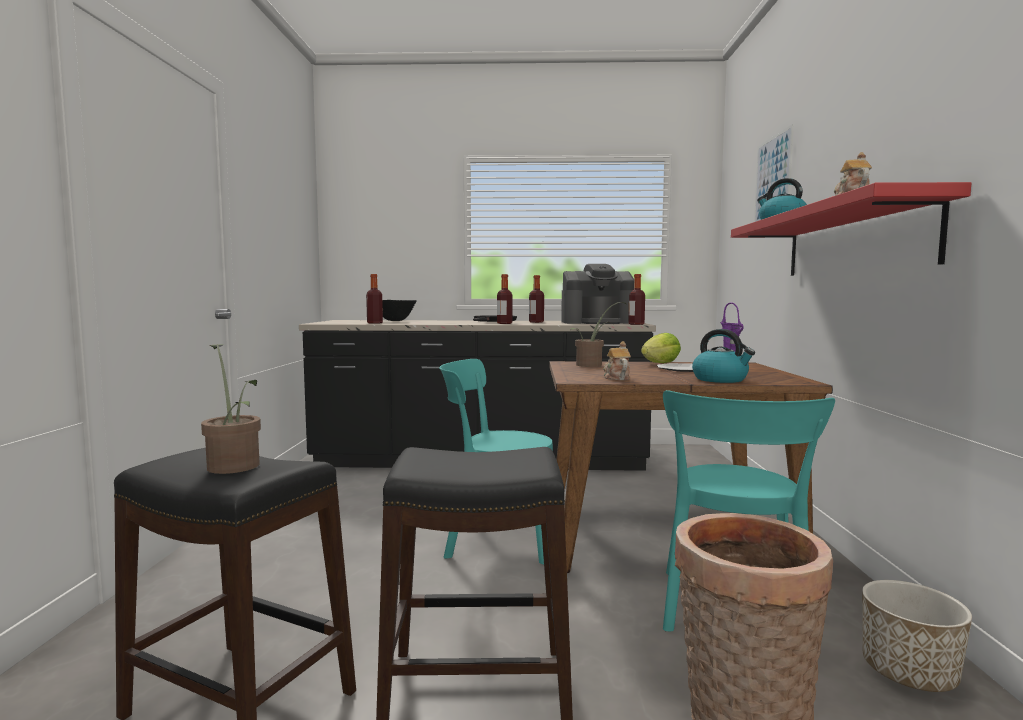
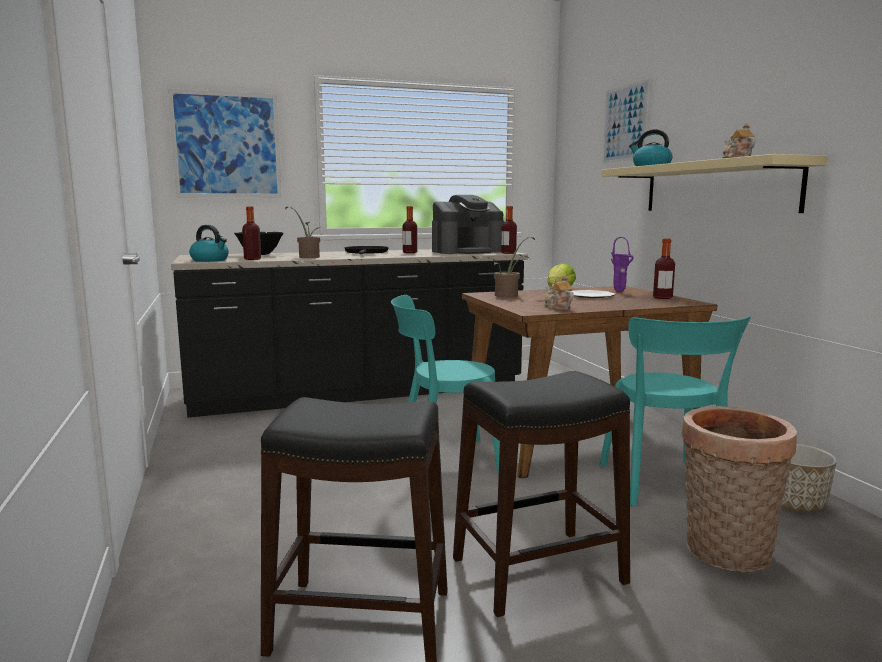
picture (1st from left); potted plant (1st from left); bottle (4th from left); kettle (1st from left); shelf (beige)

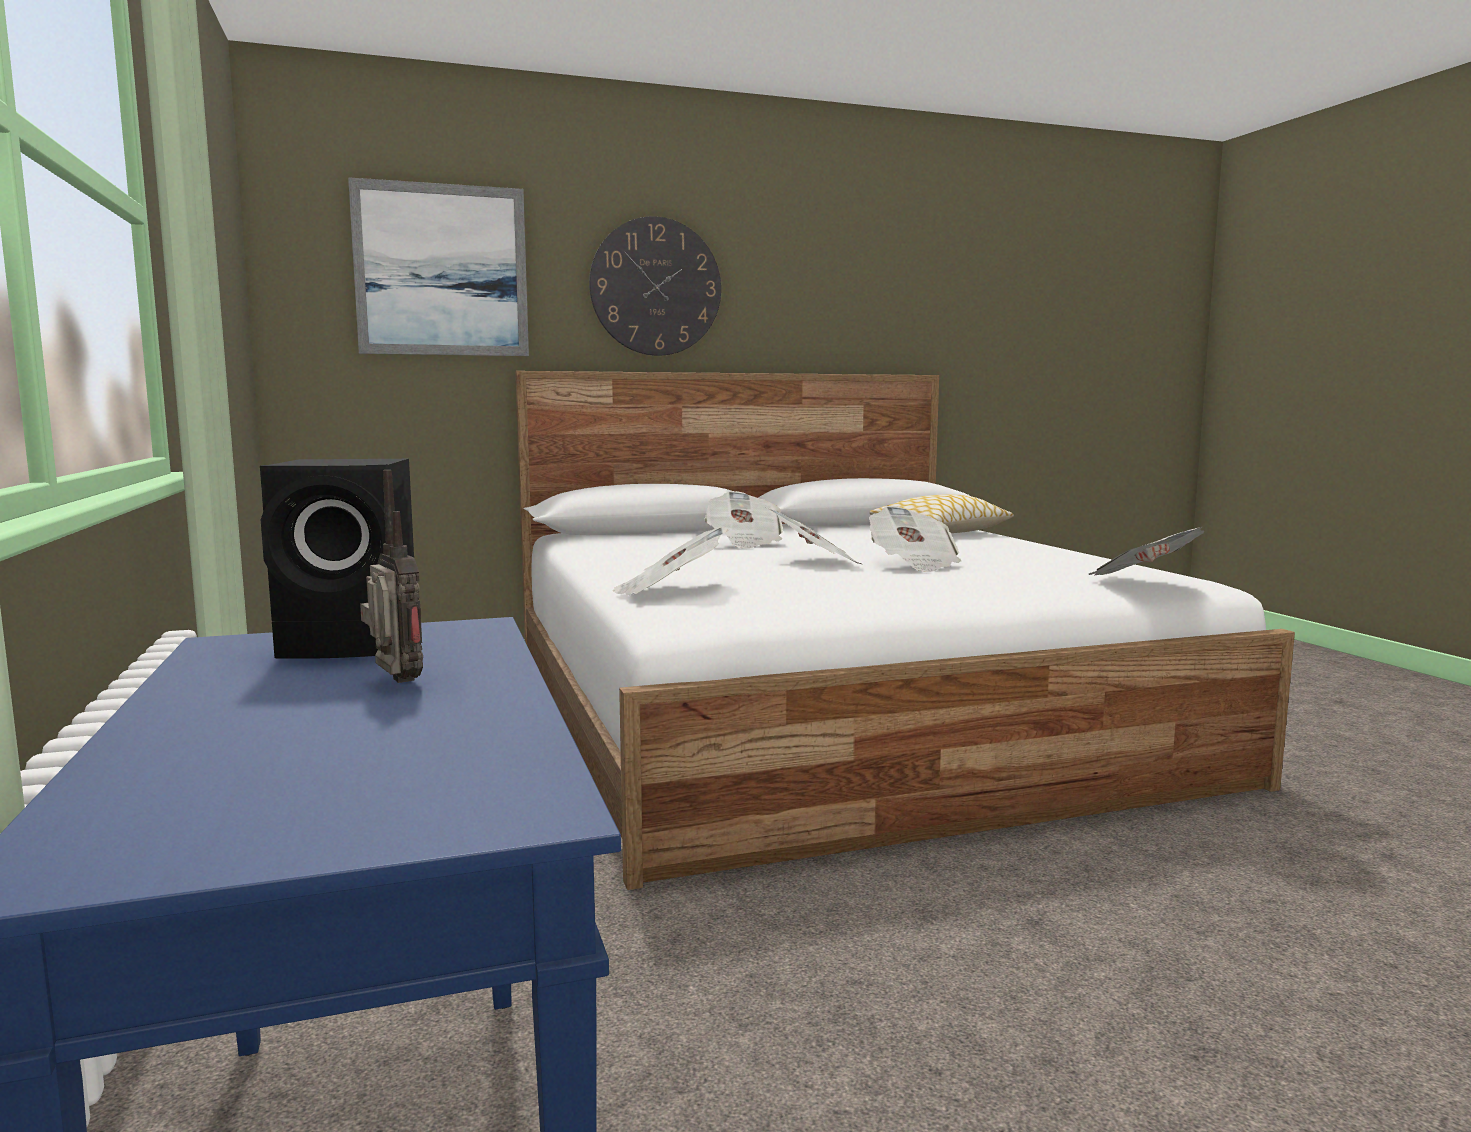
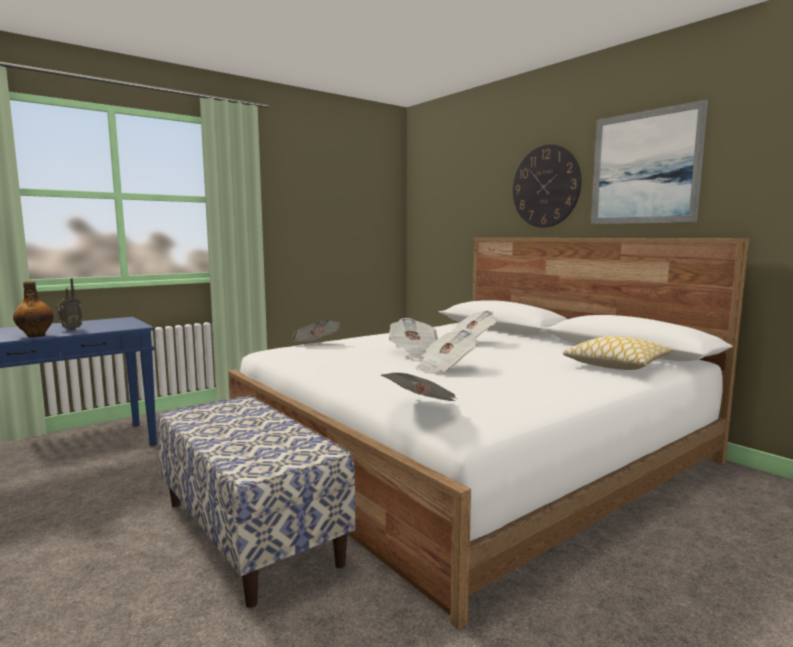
speaker (black); bottle; bench; picture

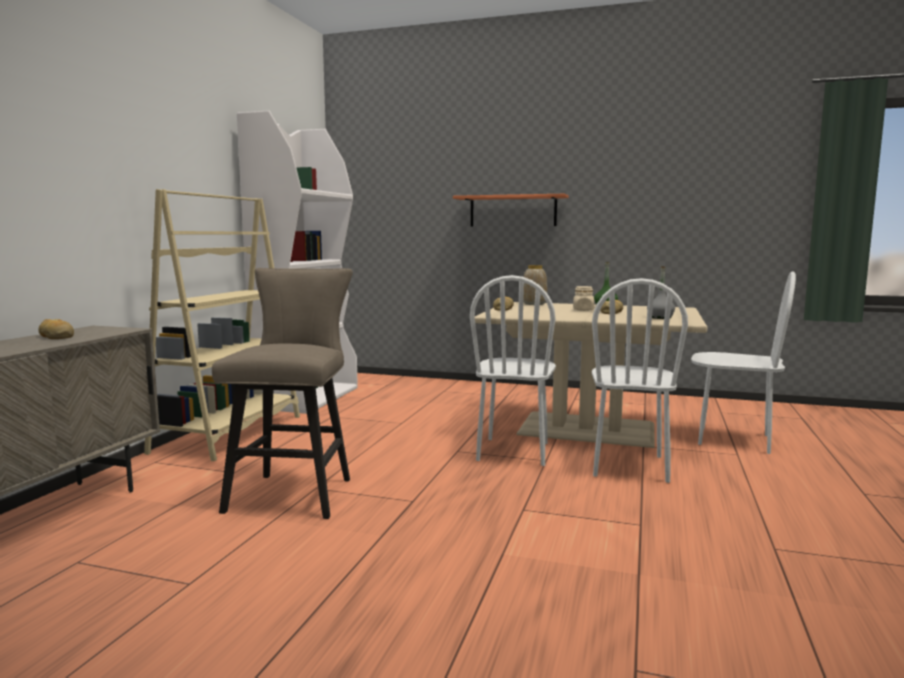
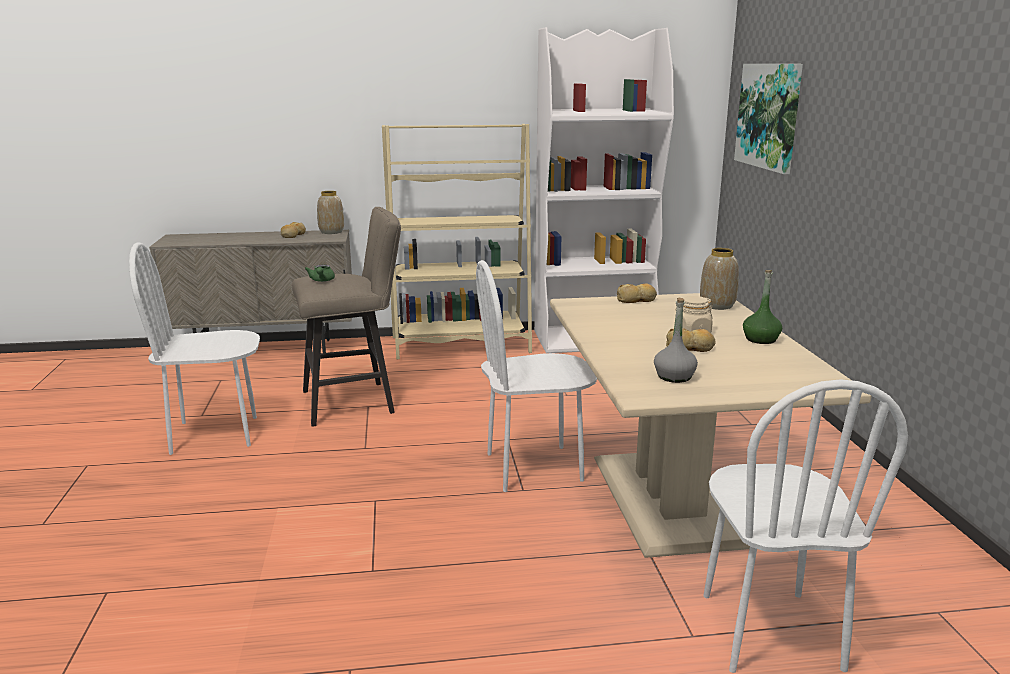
shelf; teapot (green); vase (1st from left); picture; chair (white) (1st from left)

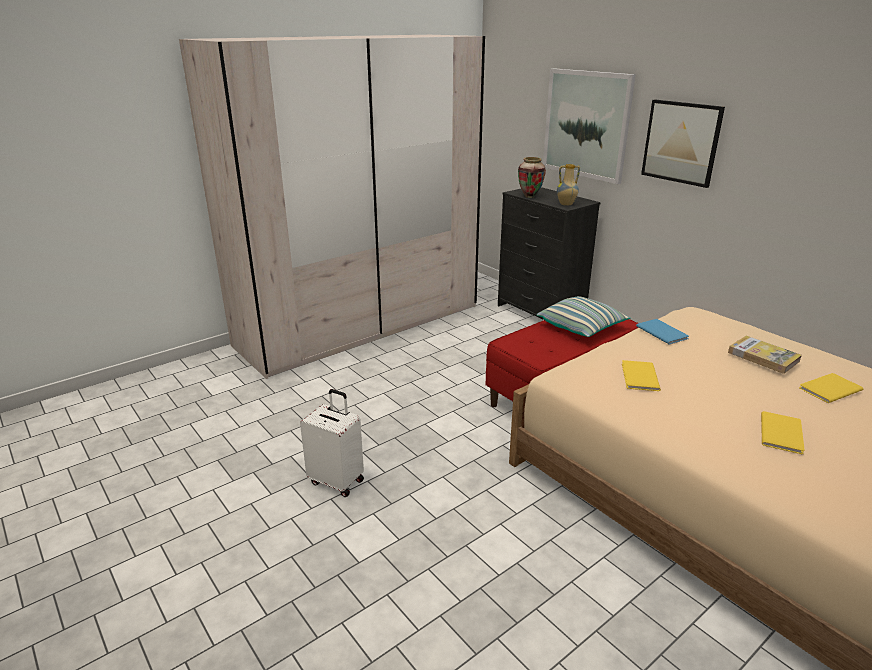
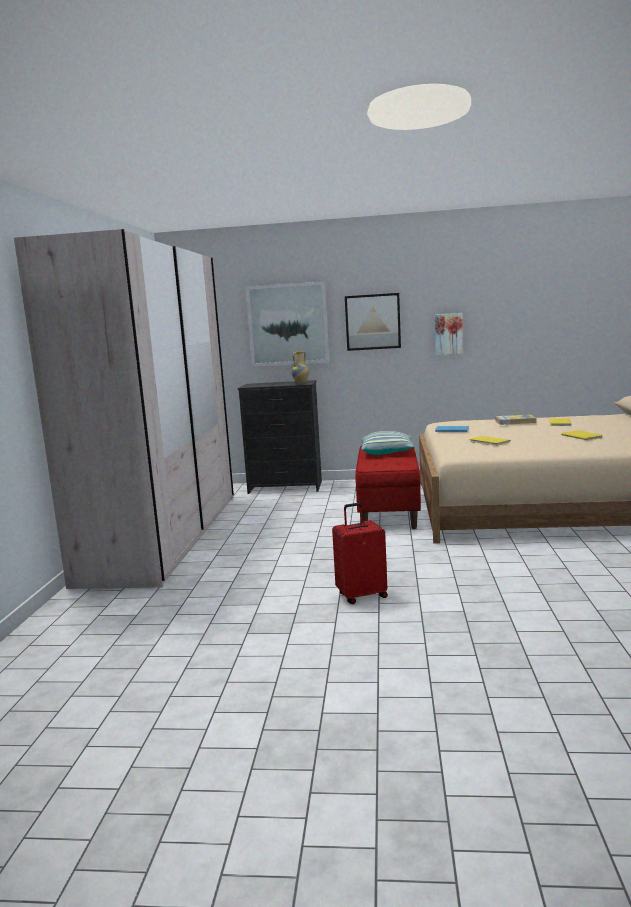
vase (1st from left in the first image); picture (3rd from left); suitcase (red)

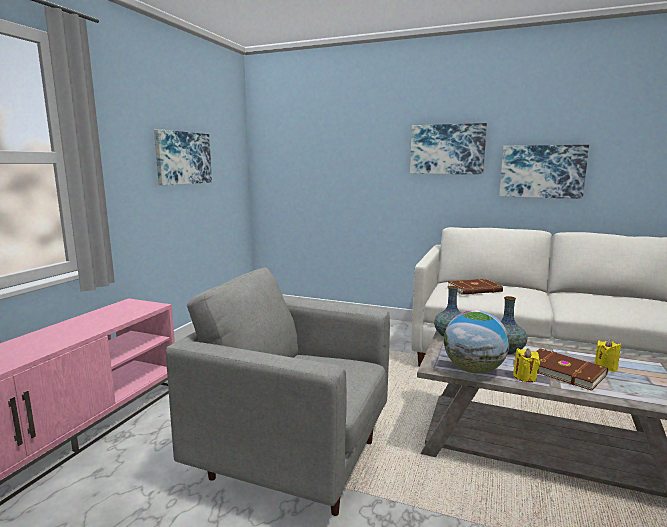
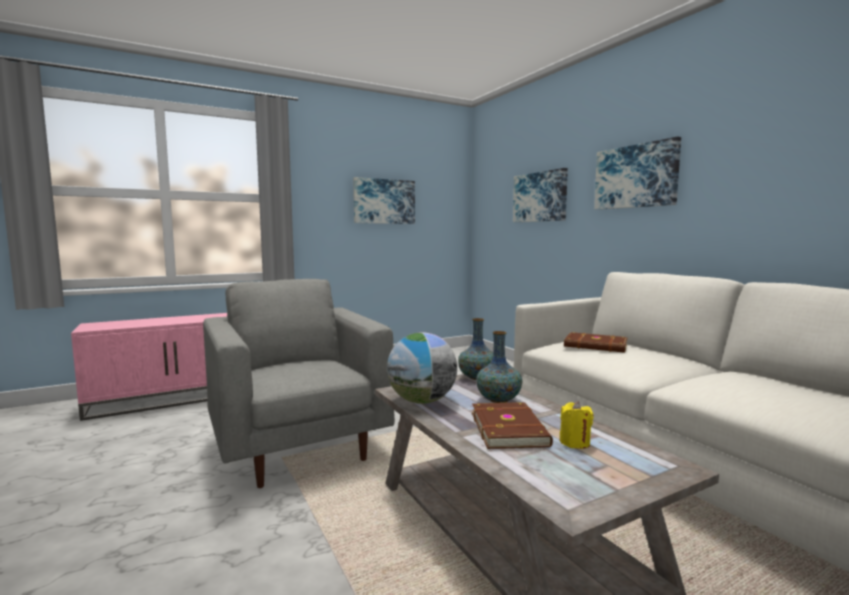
candle (yellow) (1st from left in the first image); picture (2nd from left)

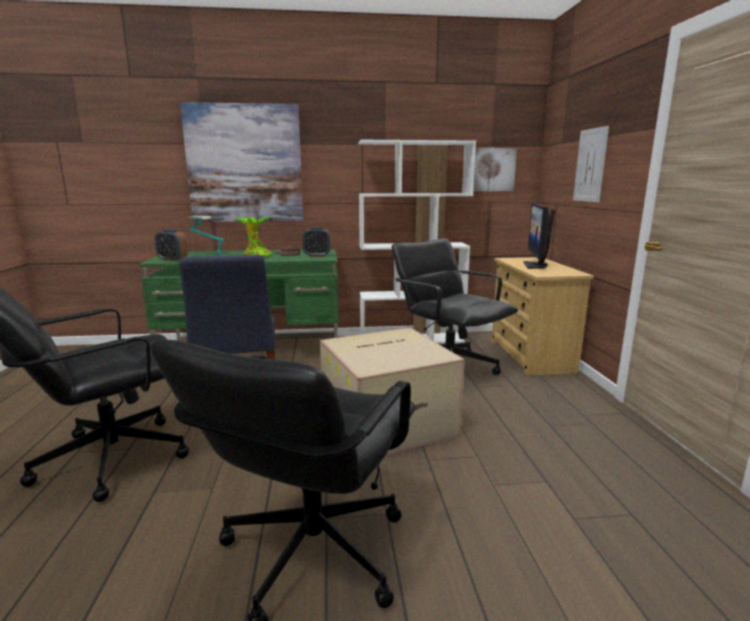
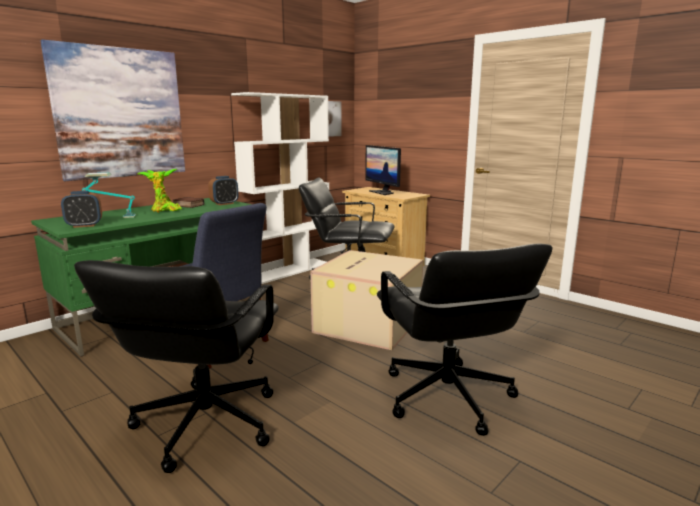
picture (3rd from left in the first image)

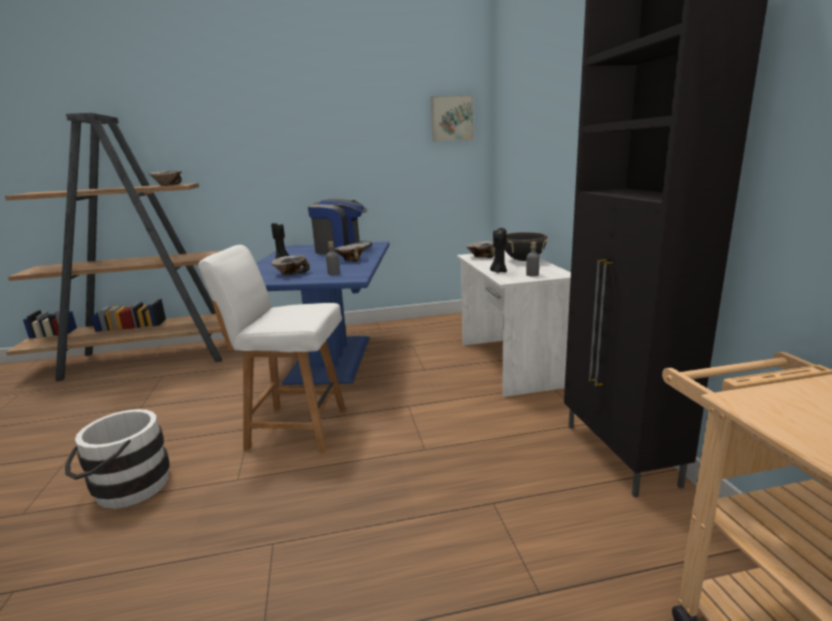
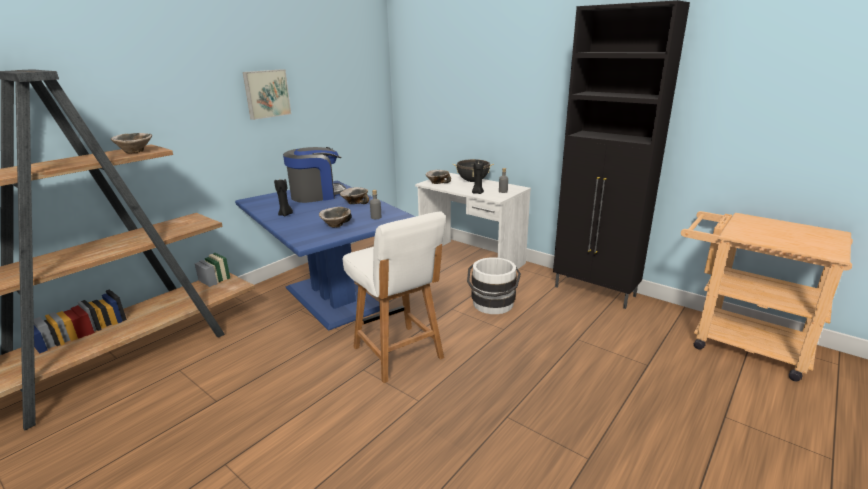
bucket (white); picture; chair (white)

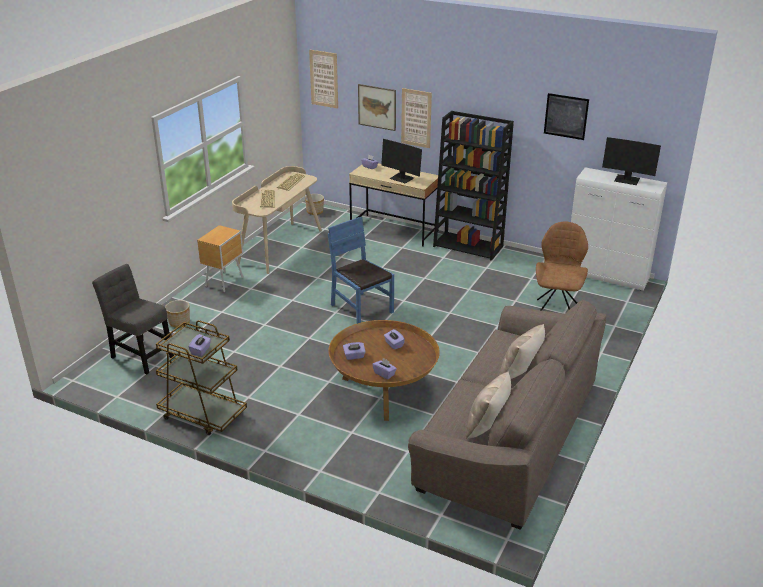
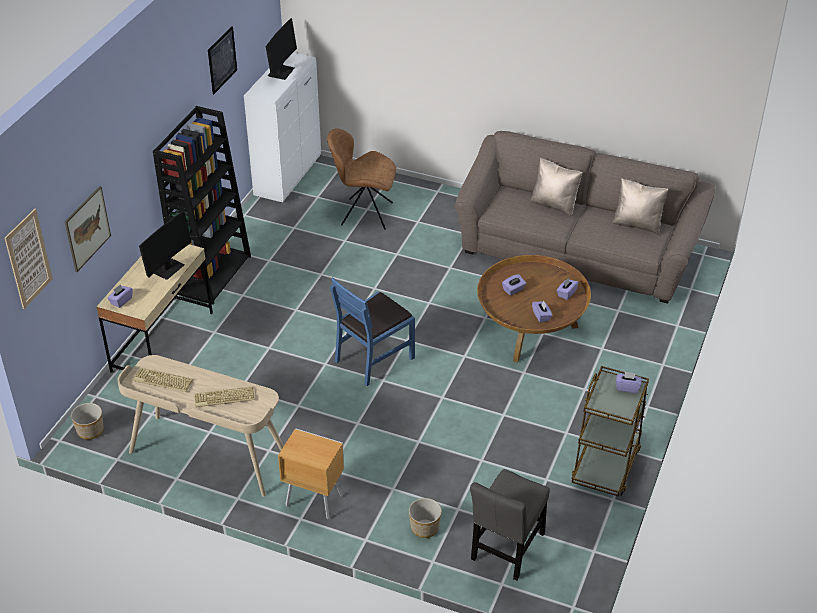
picture (3rd from left in the first image)

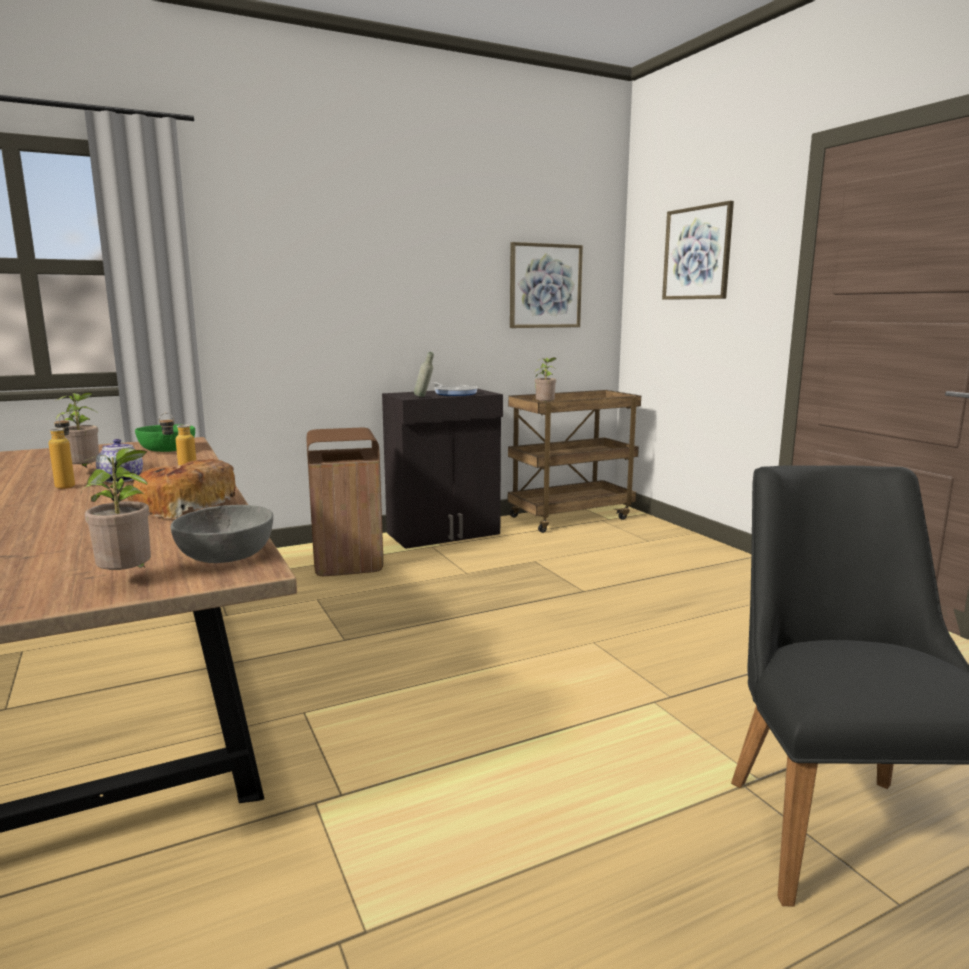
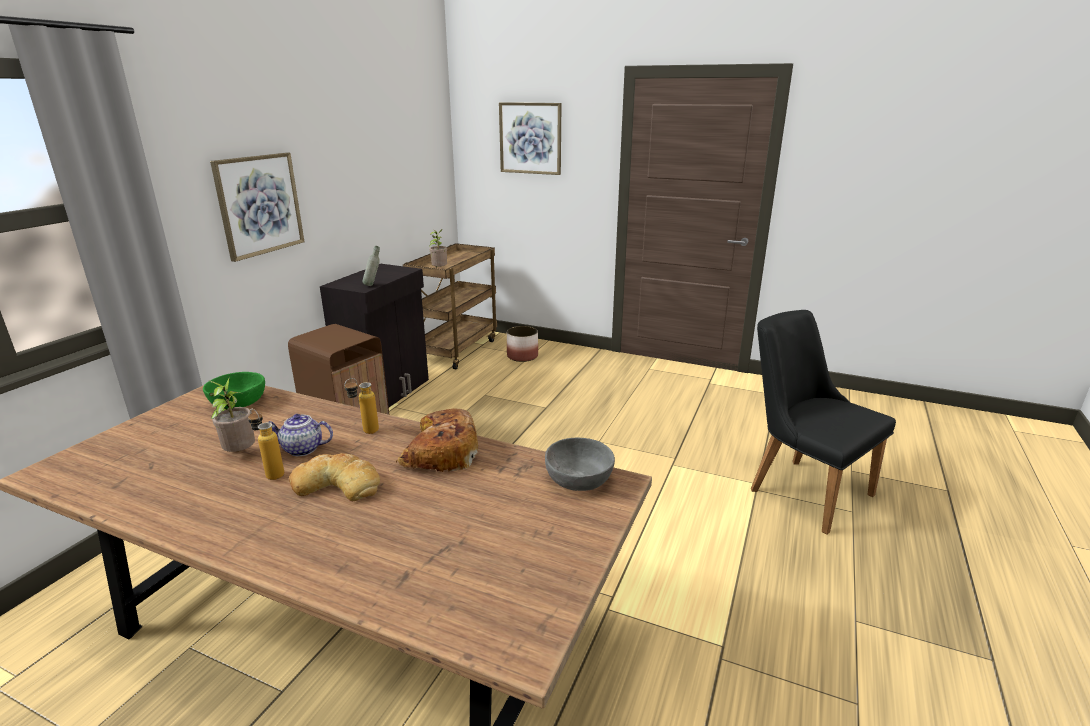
potted plant (2nd from left in the first image); frying pan; bread (1st from left); planter; picture (1st from left)

